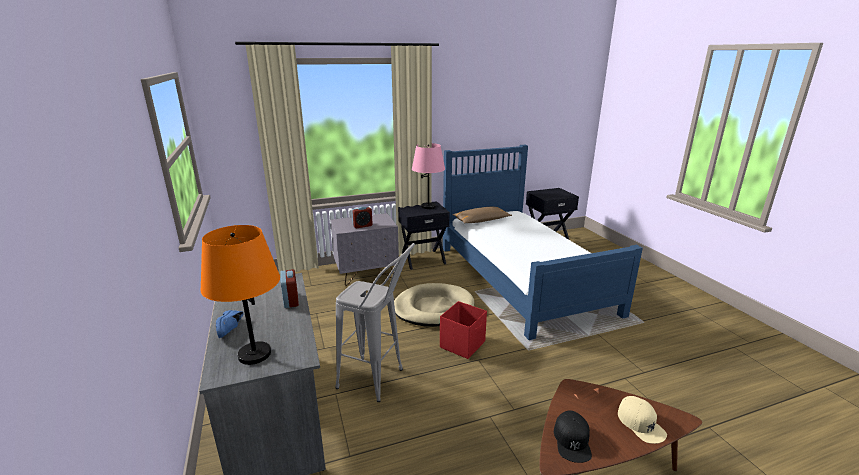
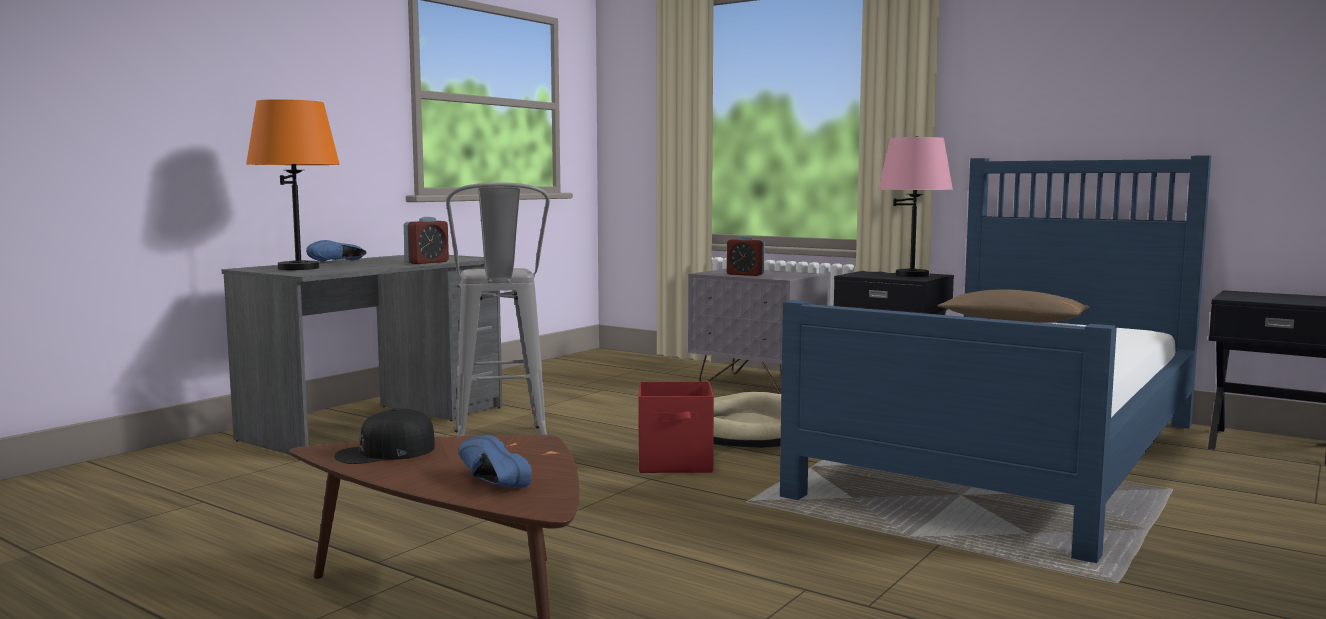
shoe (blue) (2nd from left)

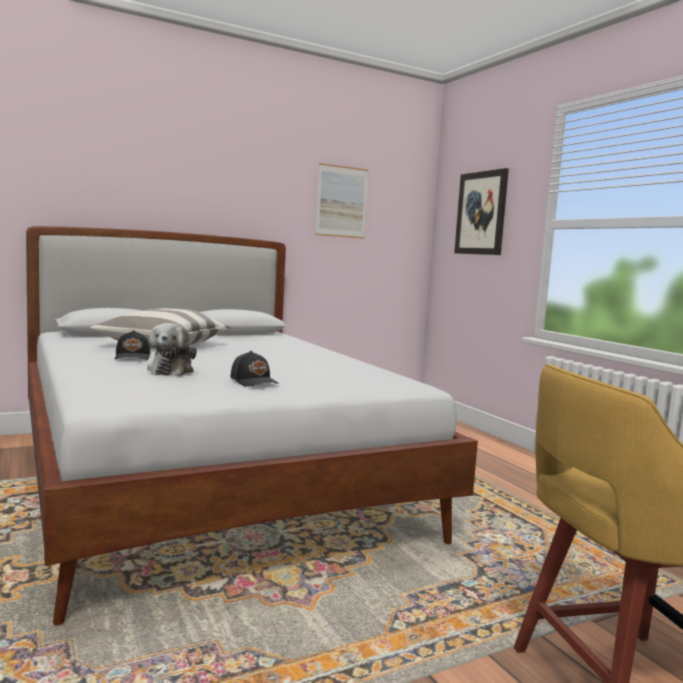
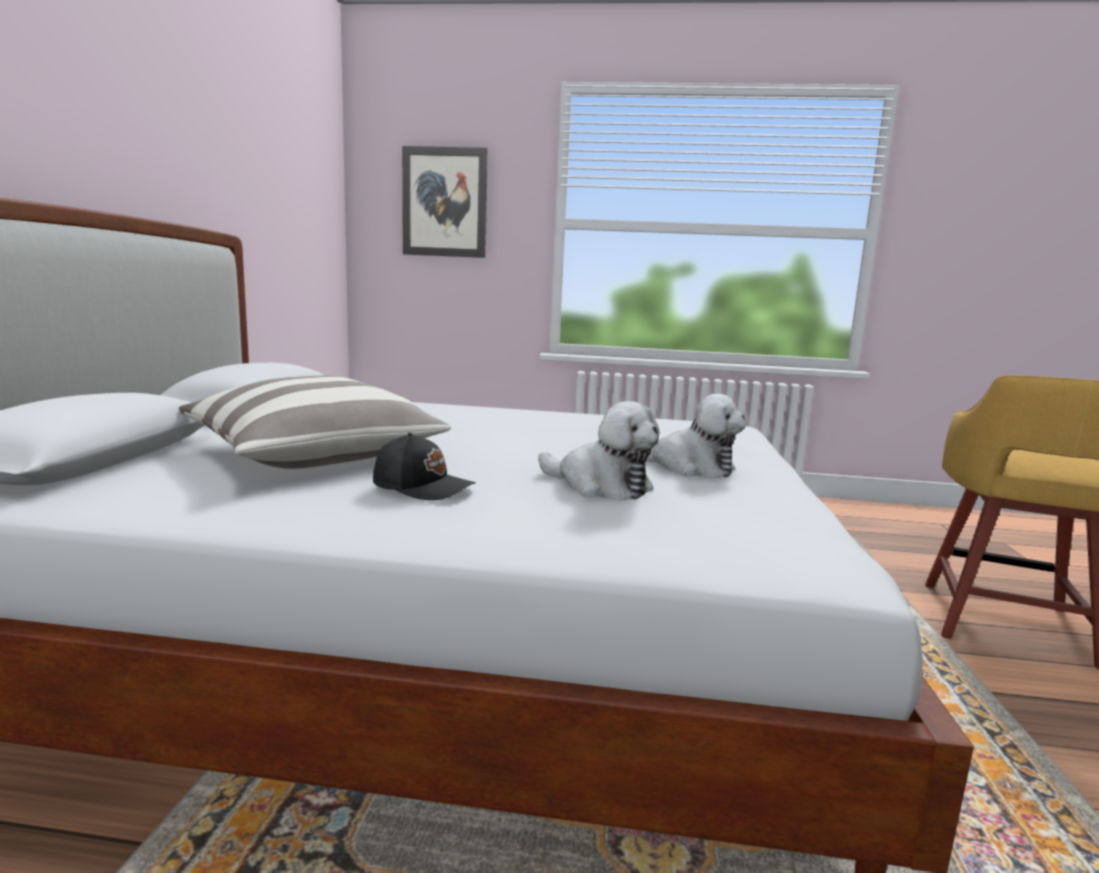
picture (1st from left in the first image); plush toy (2nd from left)

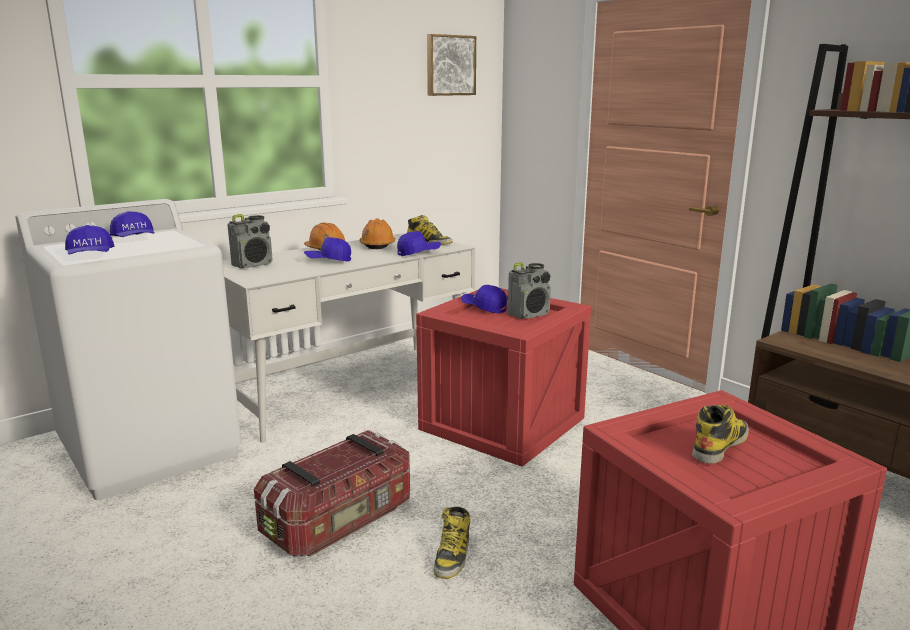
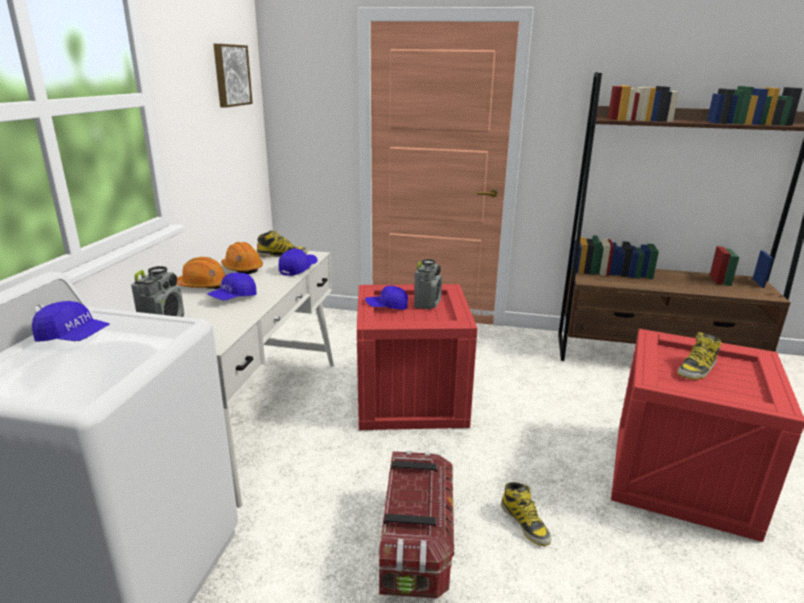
cap (blue) (1st from left in the first image); boot (3rd from left)

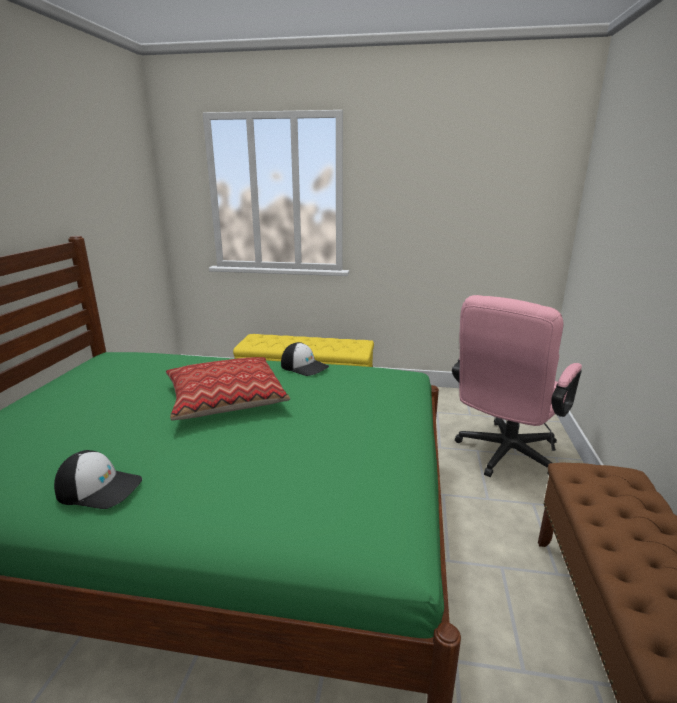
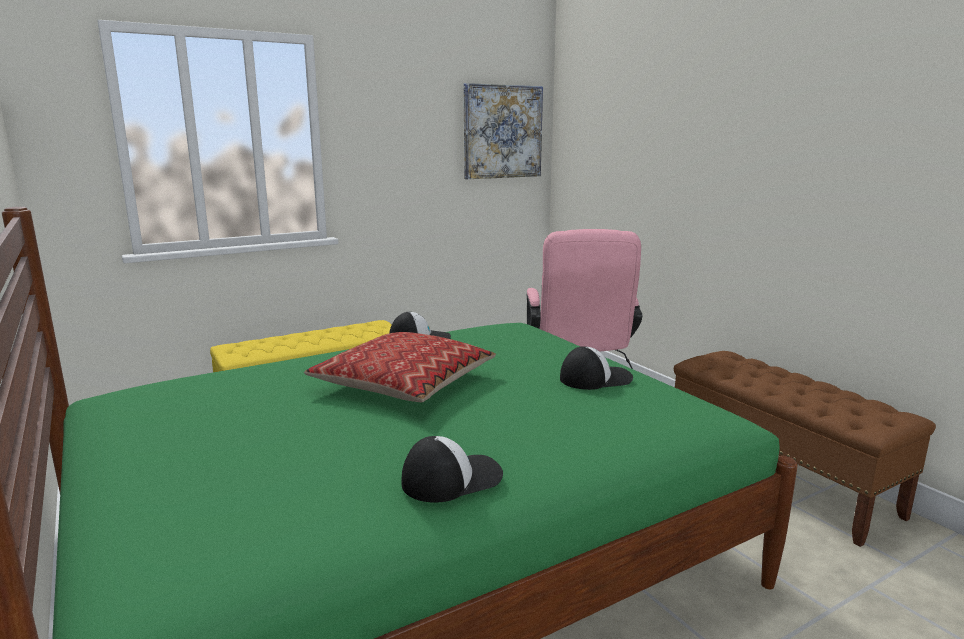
picture; cap (3rd from left)

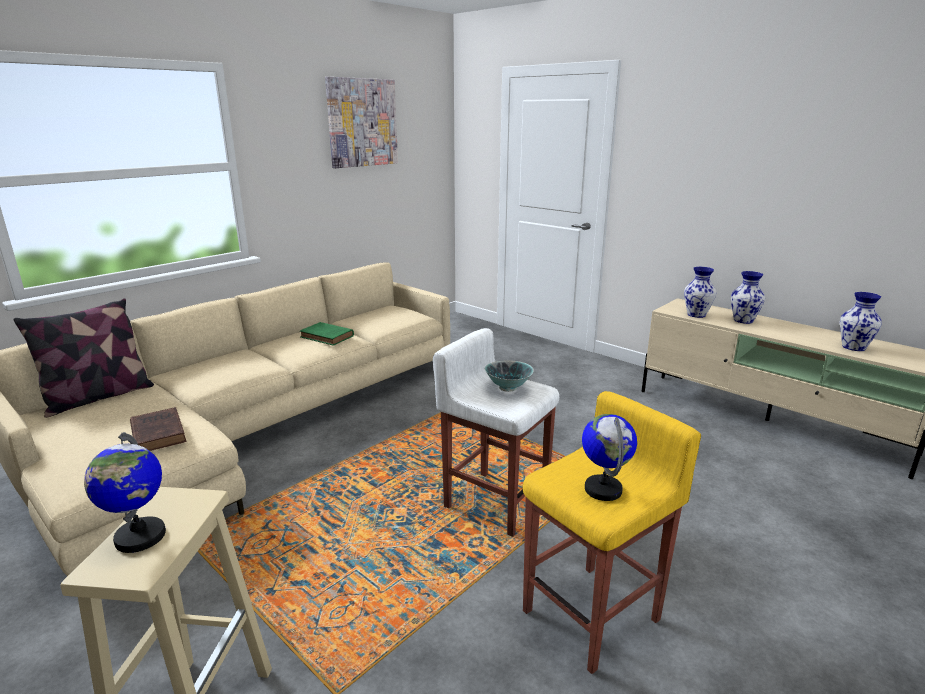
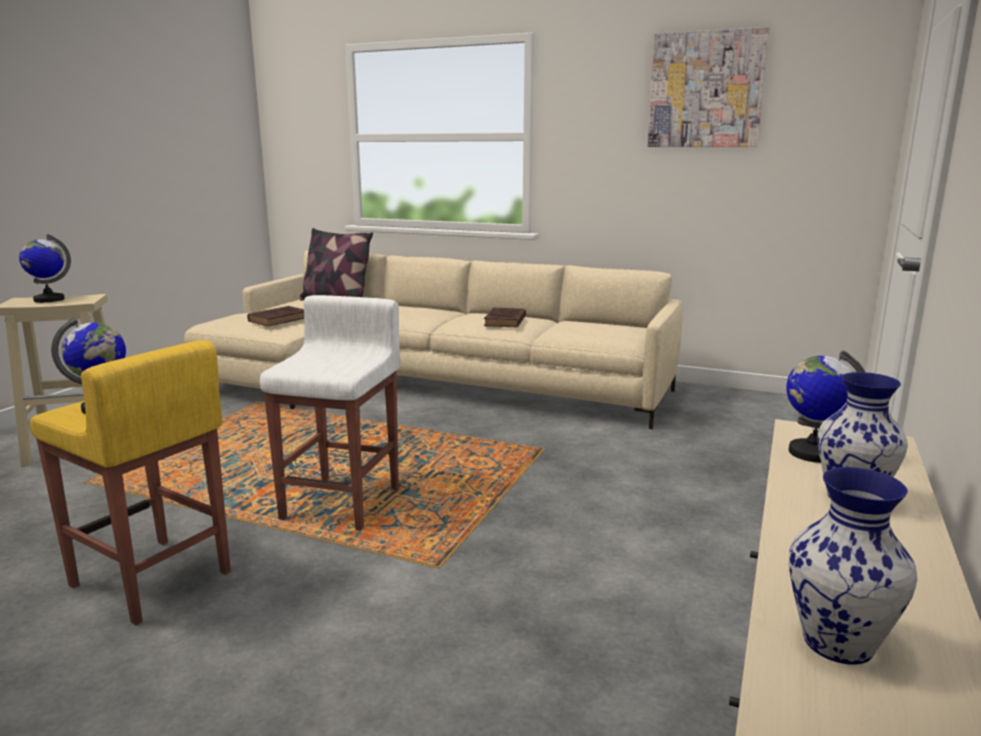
bowl; globe (3rd from left); book (brown) (2nd from left)

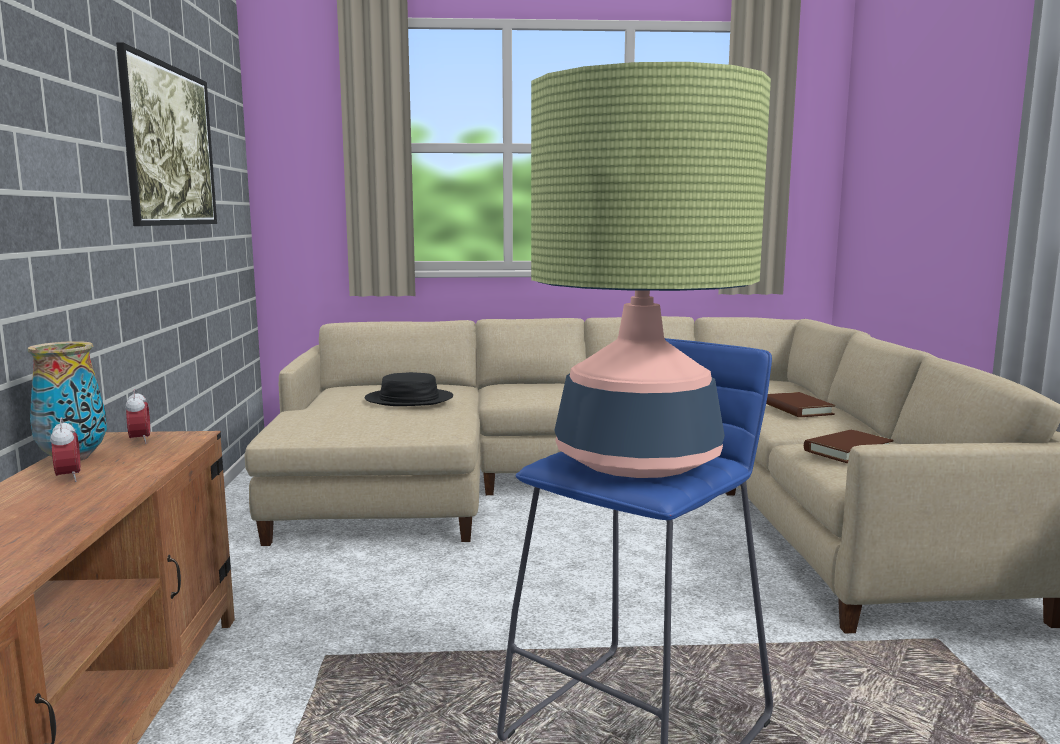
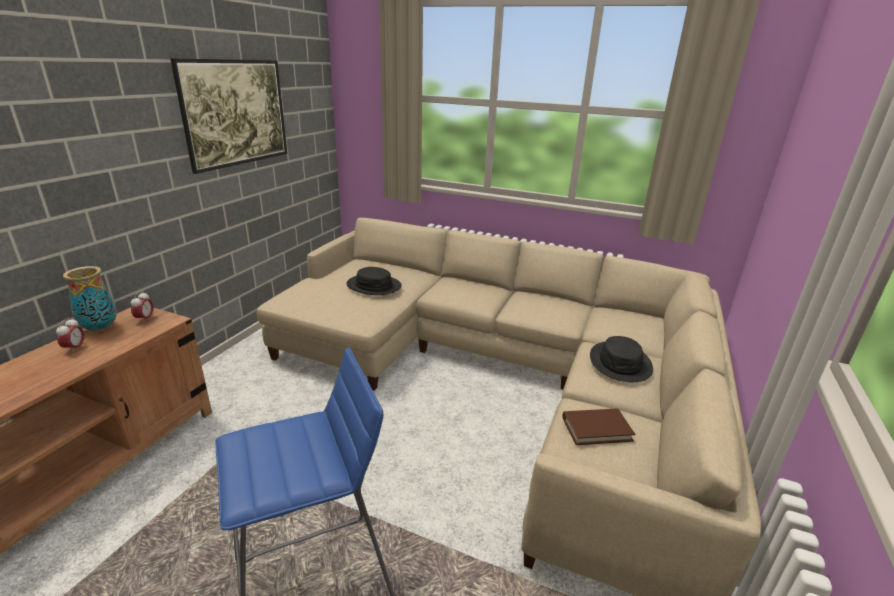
table lamp; hat (black) (2nd from left)

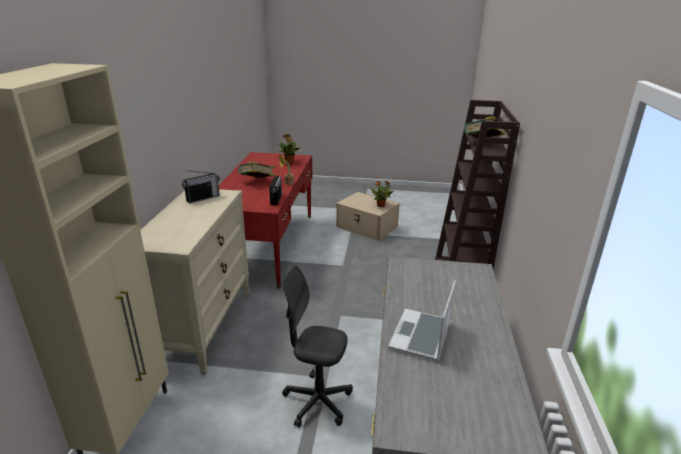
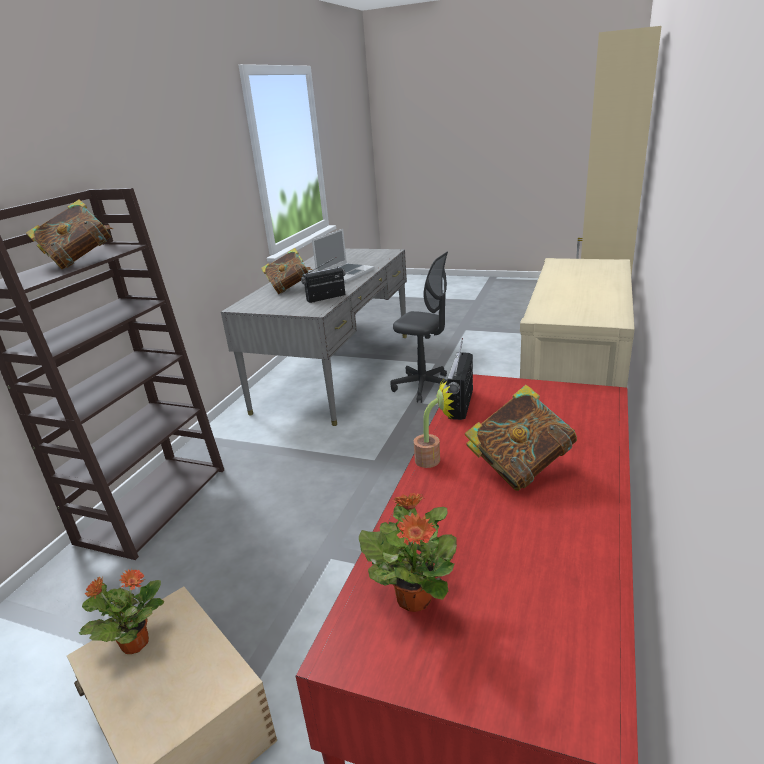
book (2nd from left); radio (1st from left)

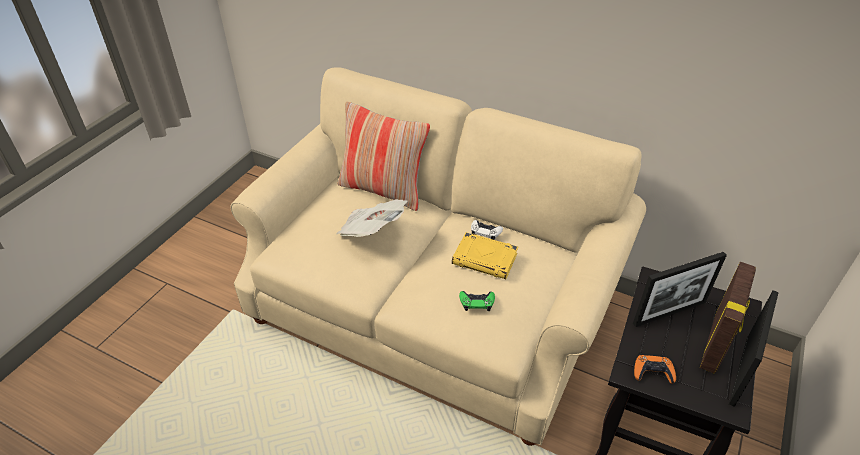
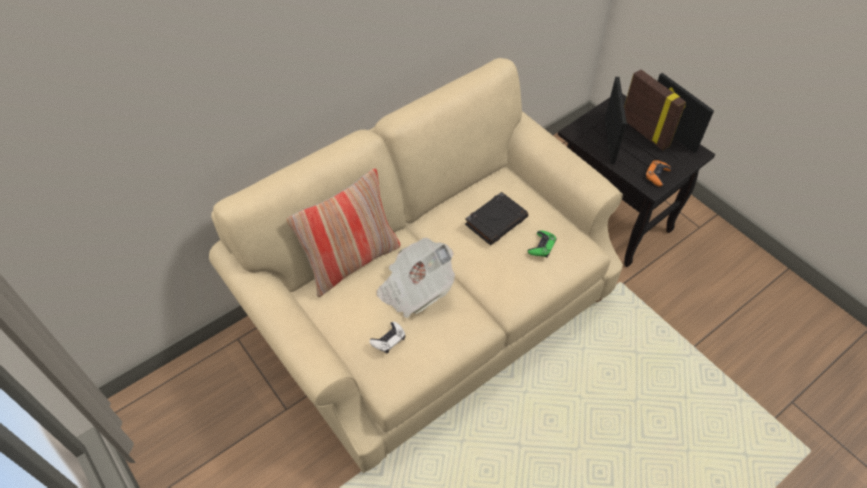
game controller (white); book (black)

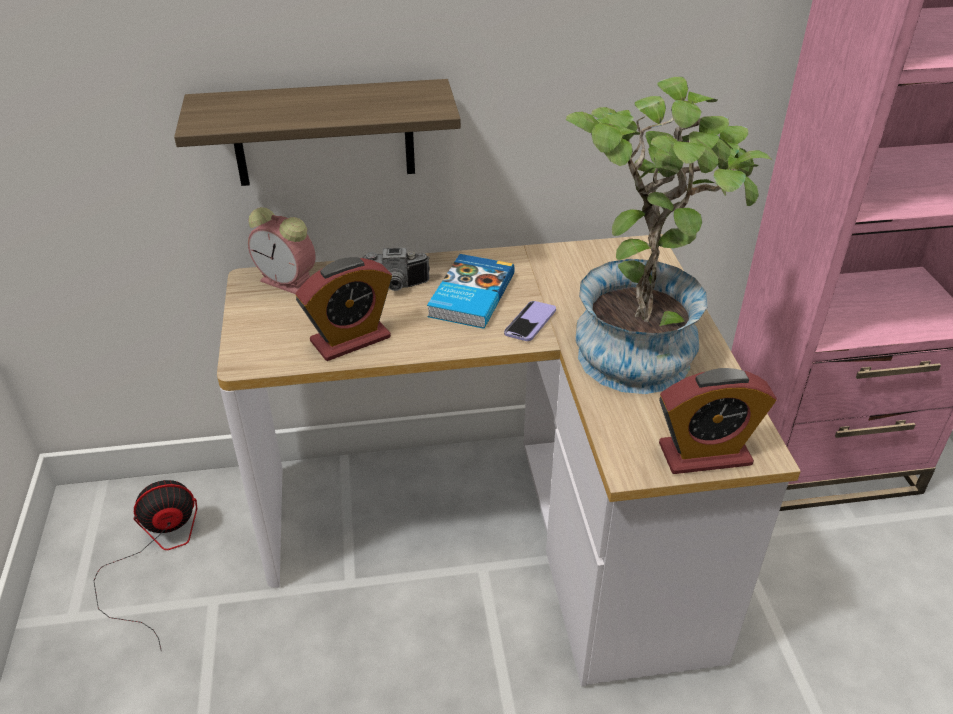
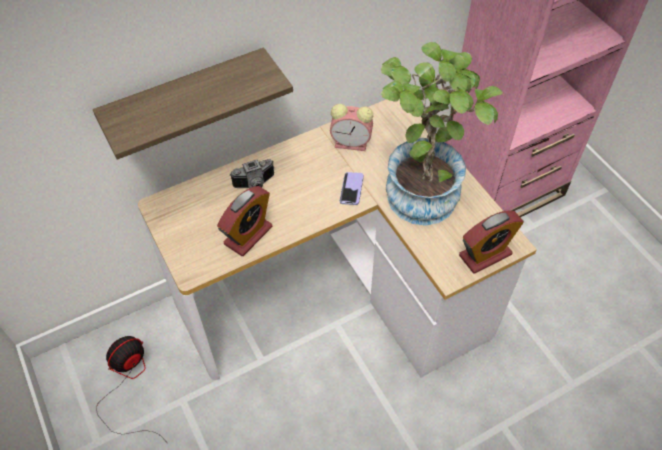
book; alarm clock (2nd from left)

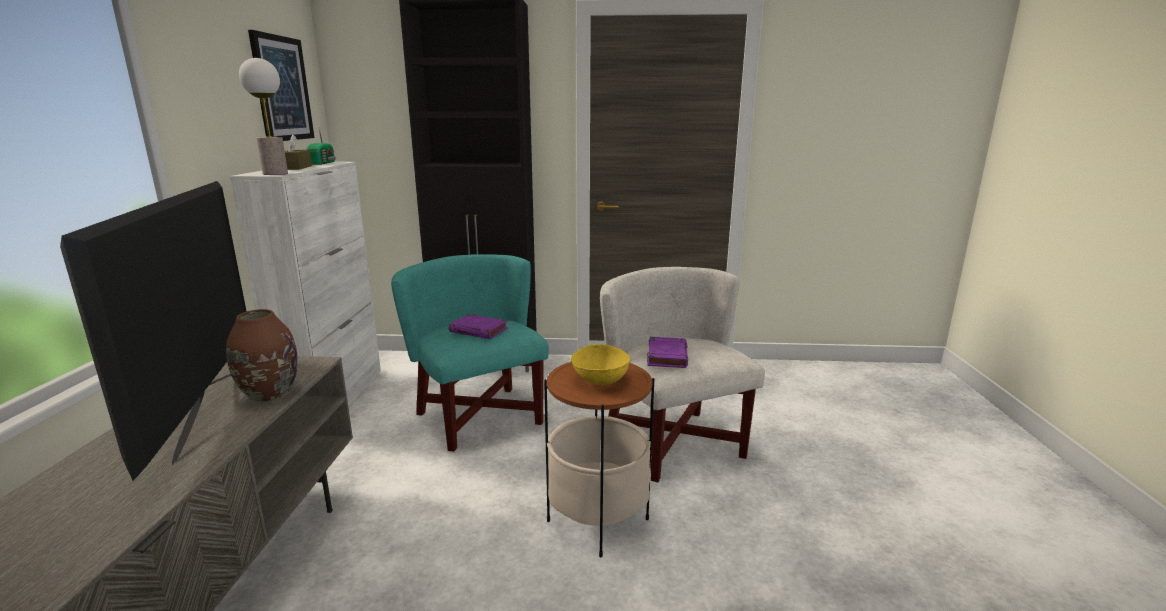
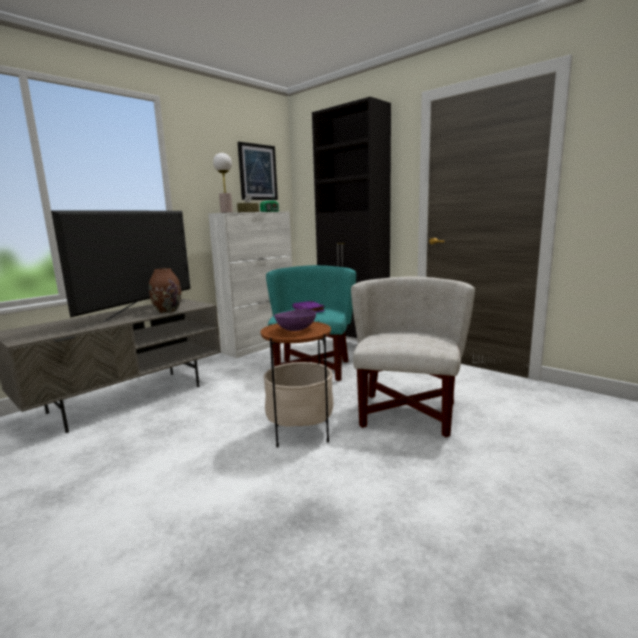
book (purple) (2nd from left in the first image); bowl (purple)

